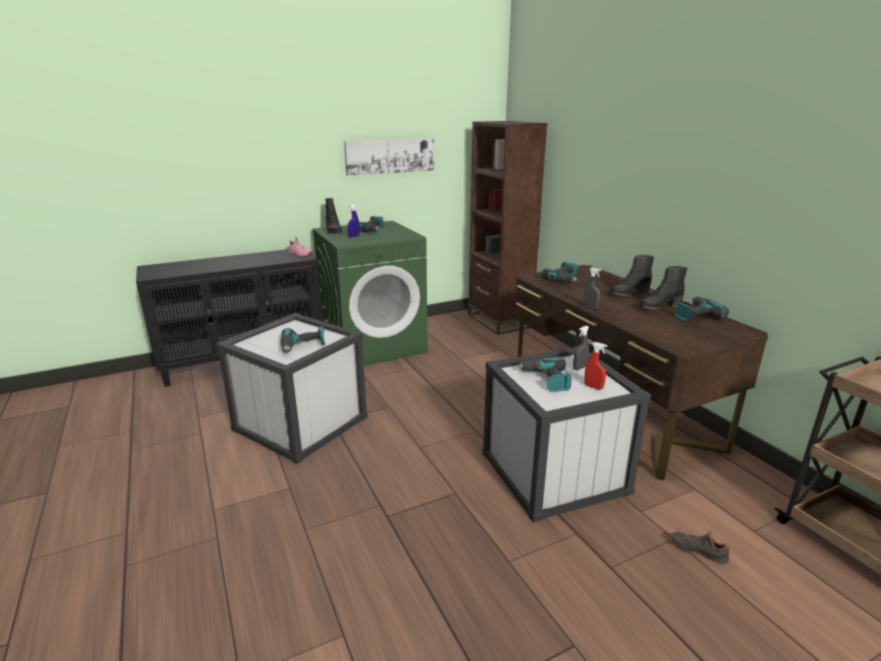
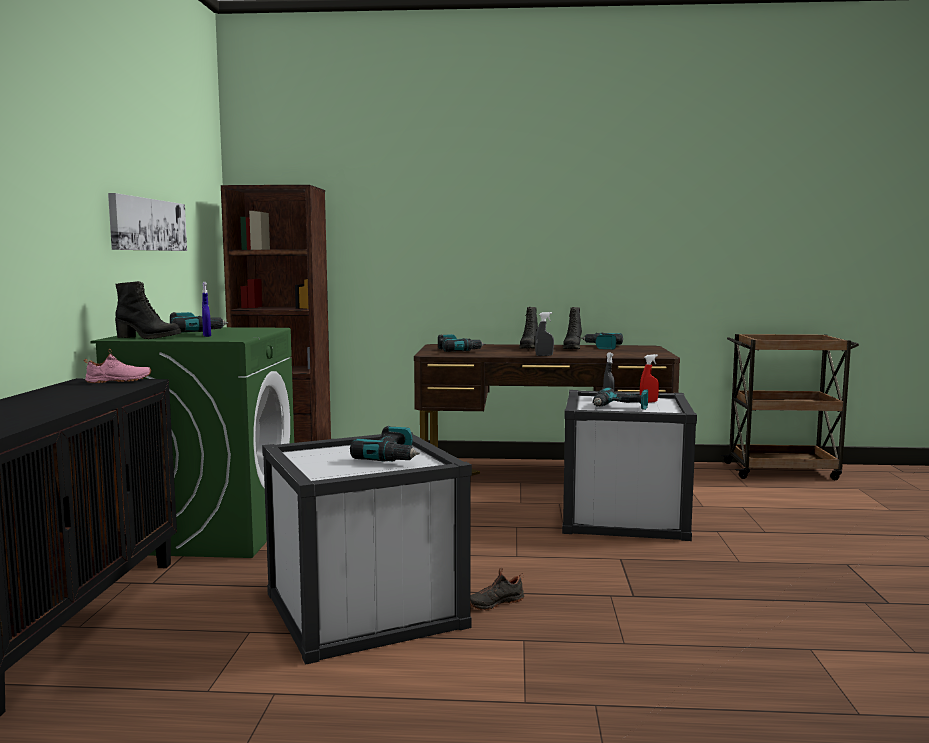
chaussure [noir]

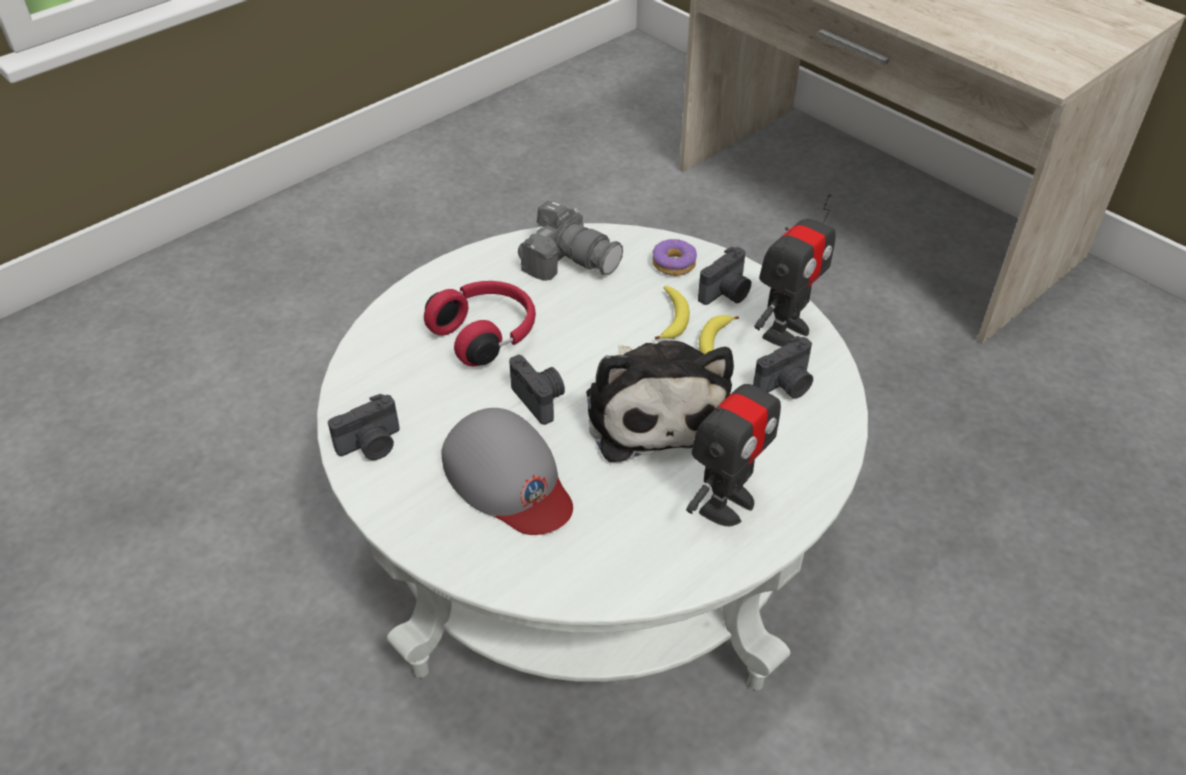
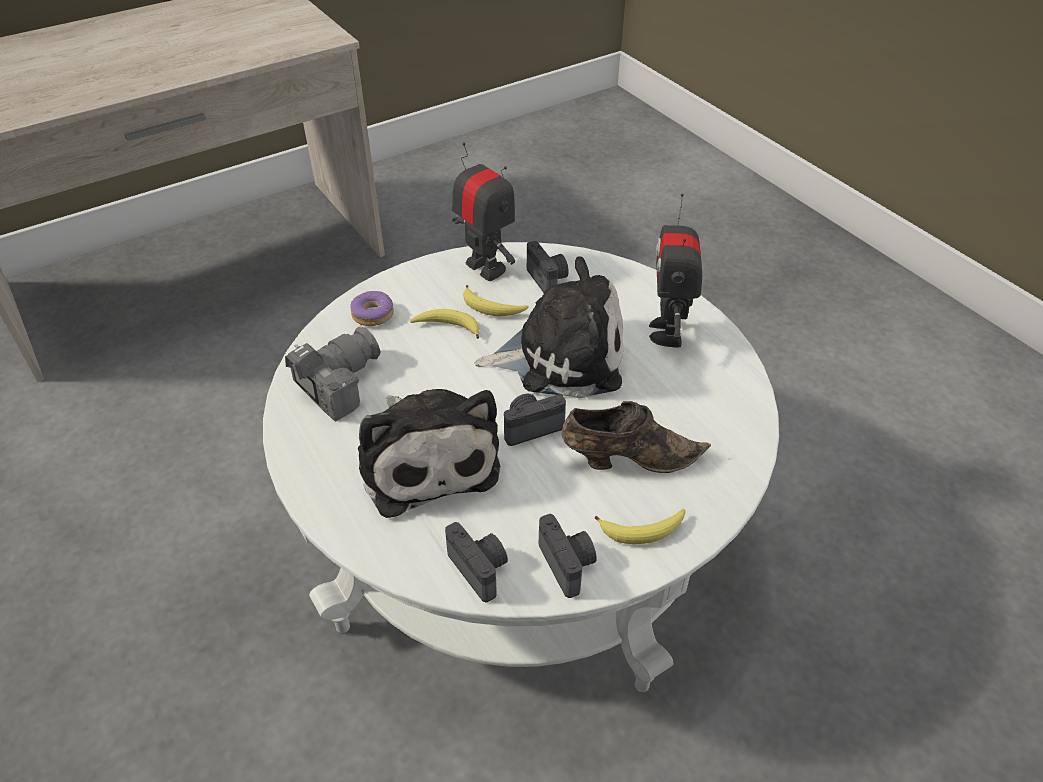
peluche (1st from left); chaussure [marron]; robot jouet (2nd from left); appareil photo (2nd from left); banane (3rd from left)

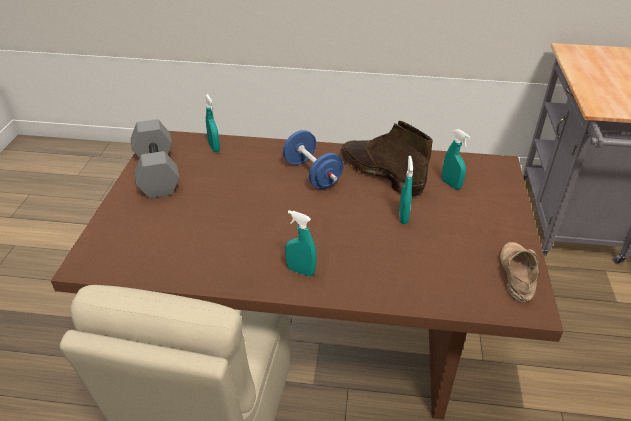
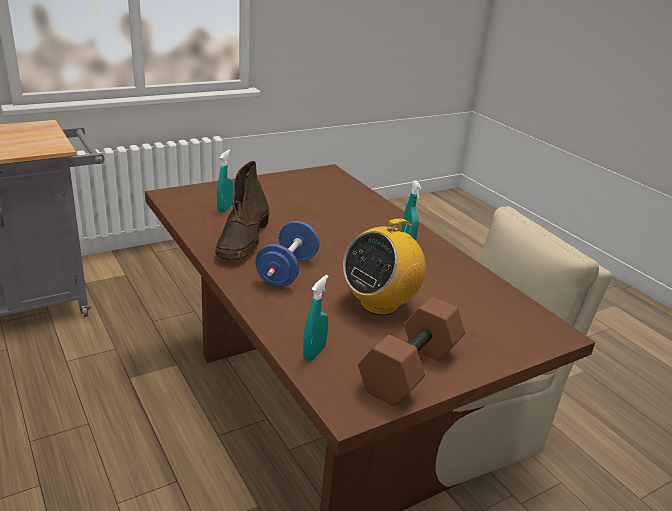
haltère [marron]; vaporisateur [turquoise] (3rd from left in the first image); chaussure [beige]; radio

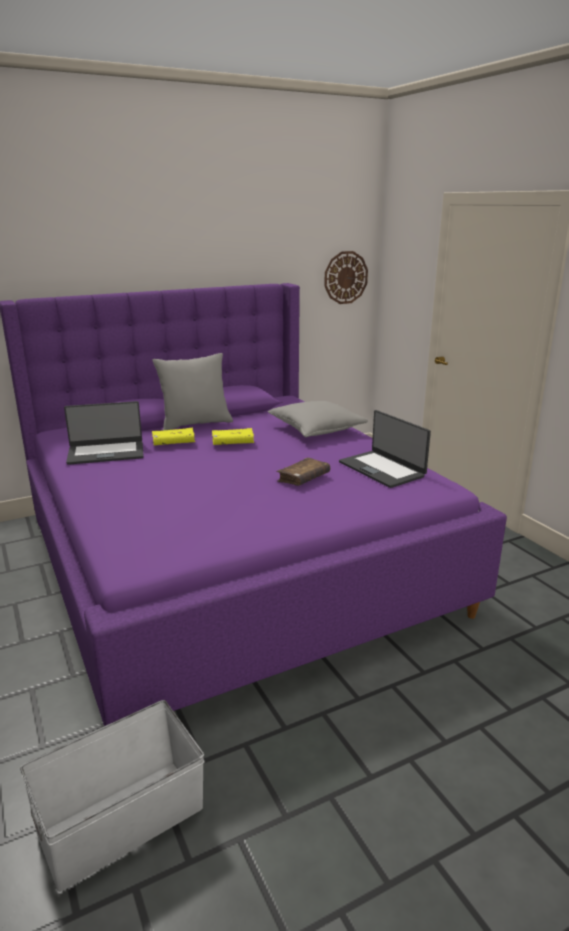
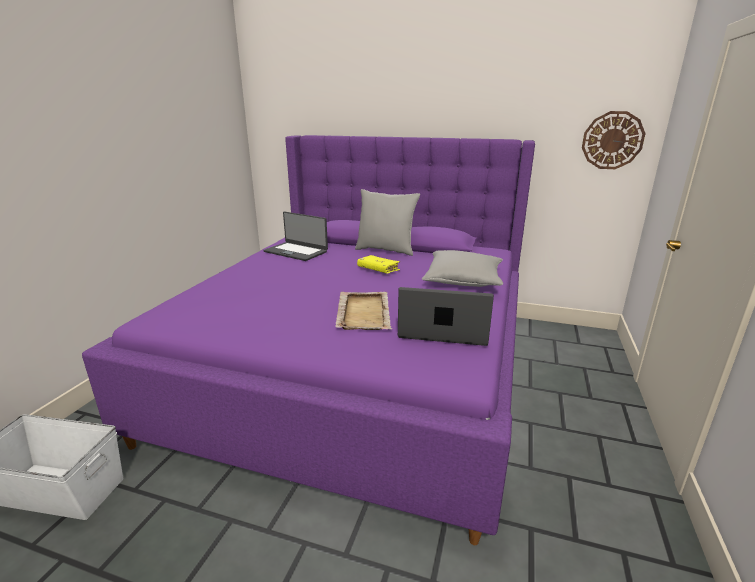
livre [jaune] (1st from left in the first image); plateau [beige]; ordinateur portable (2nd from left)

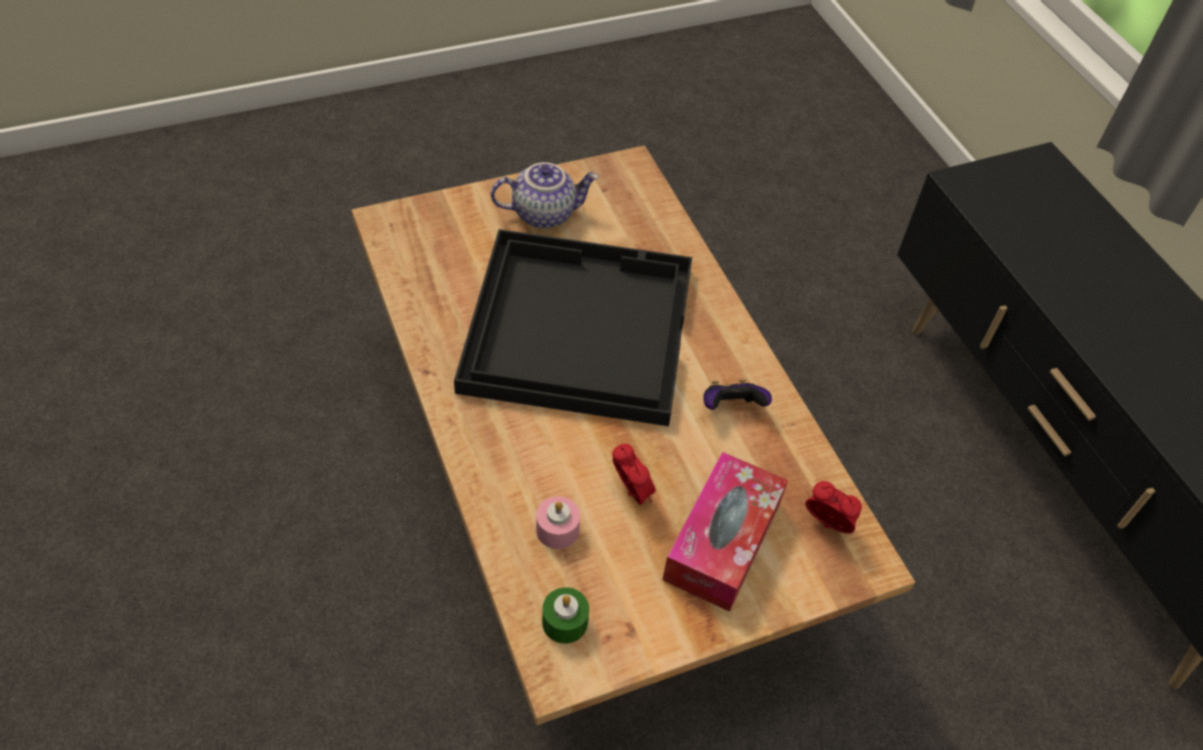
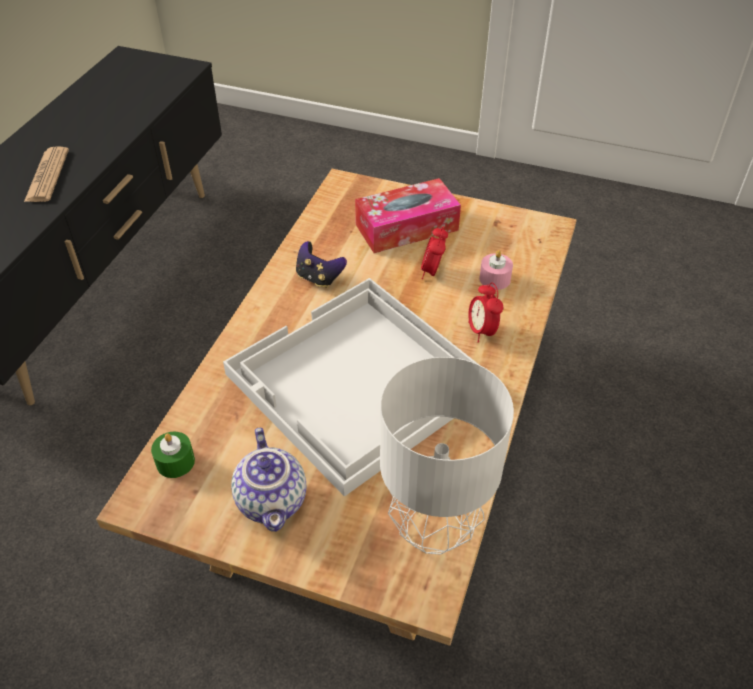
plateau [blanc]; théière; bougie [vert]; réveil (2nd from left); journal; lampe de table [gris]

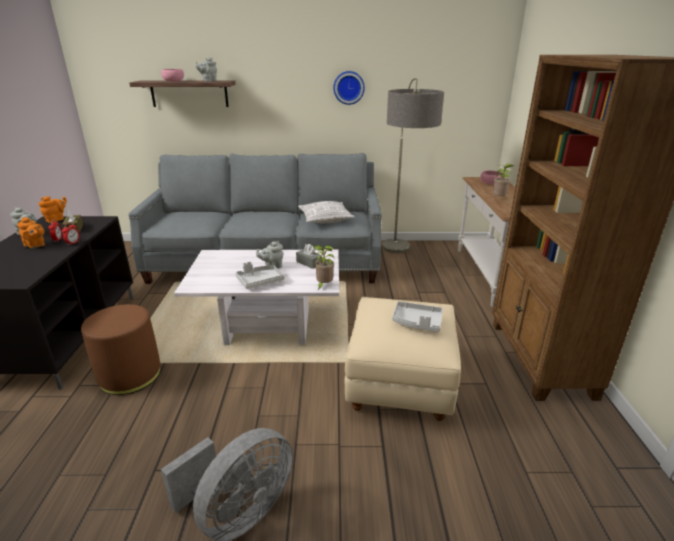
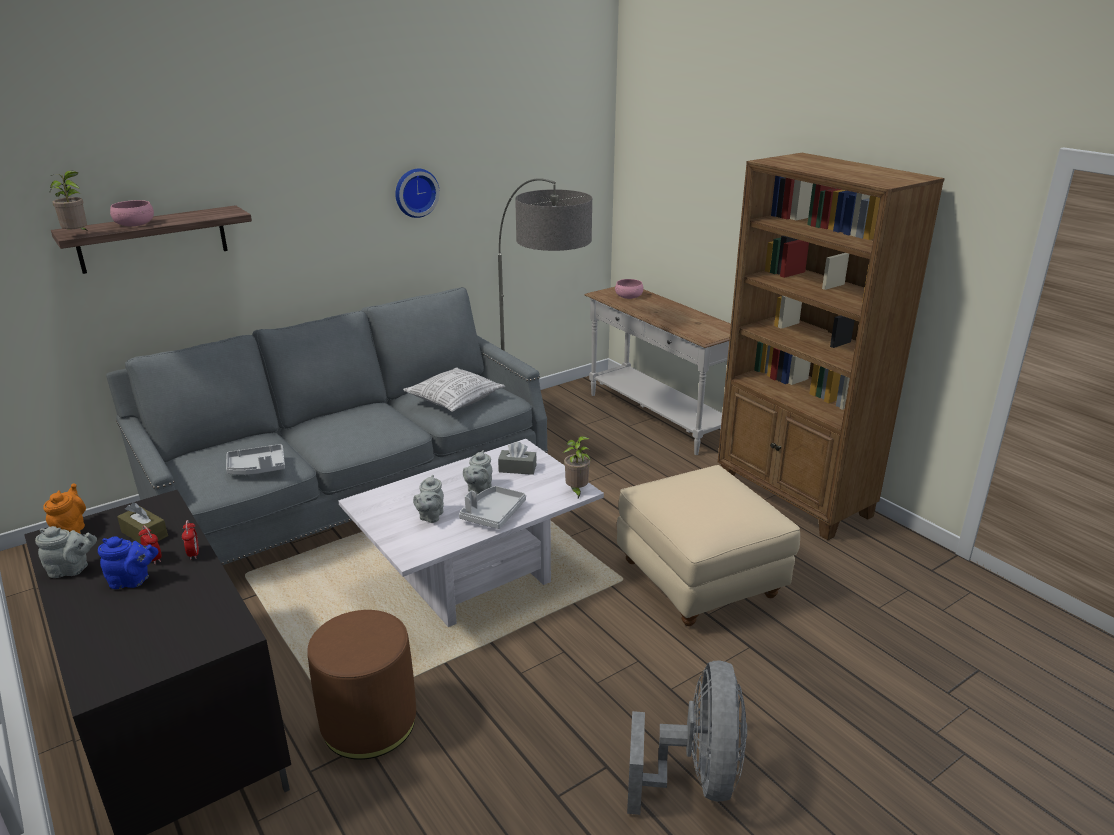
théière [bleu]; théière [gris] (2nd from left); plateau [gris] (1st from left); plante en pot (1st from left)

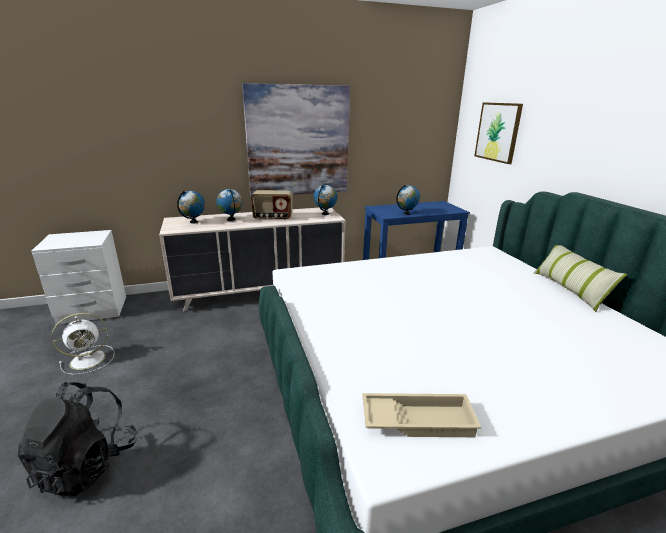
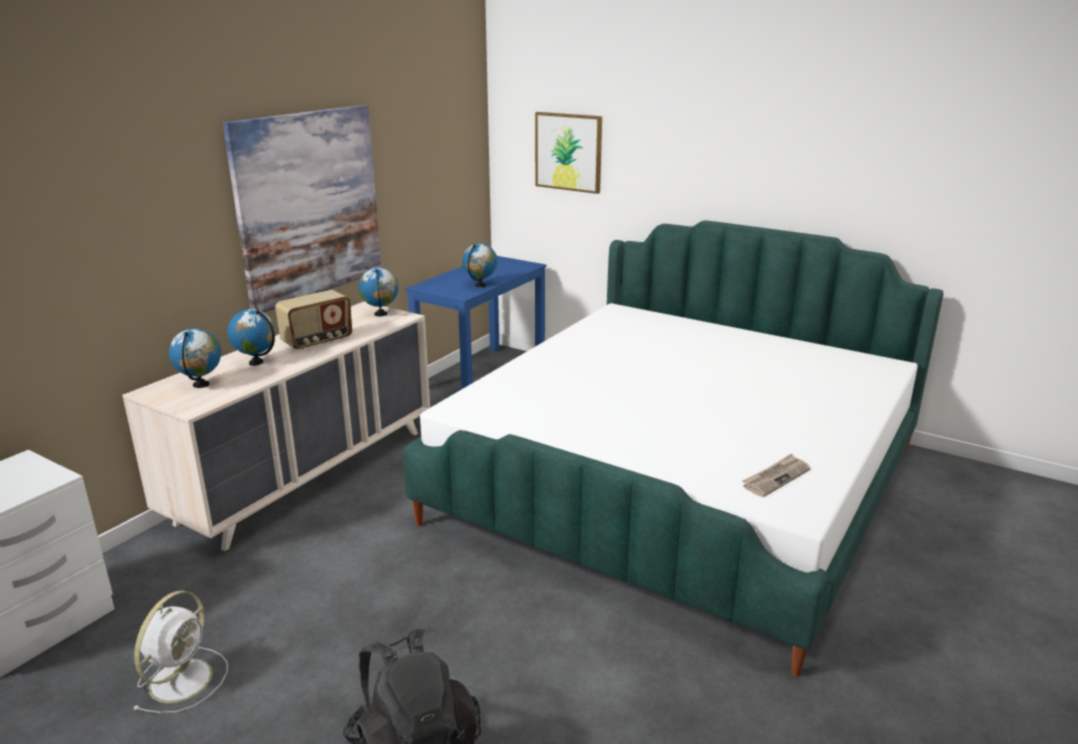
journal; coussin

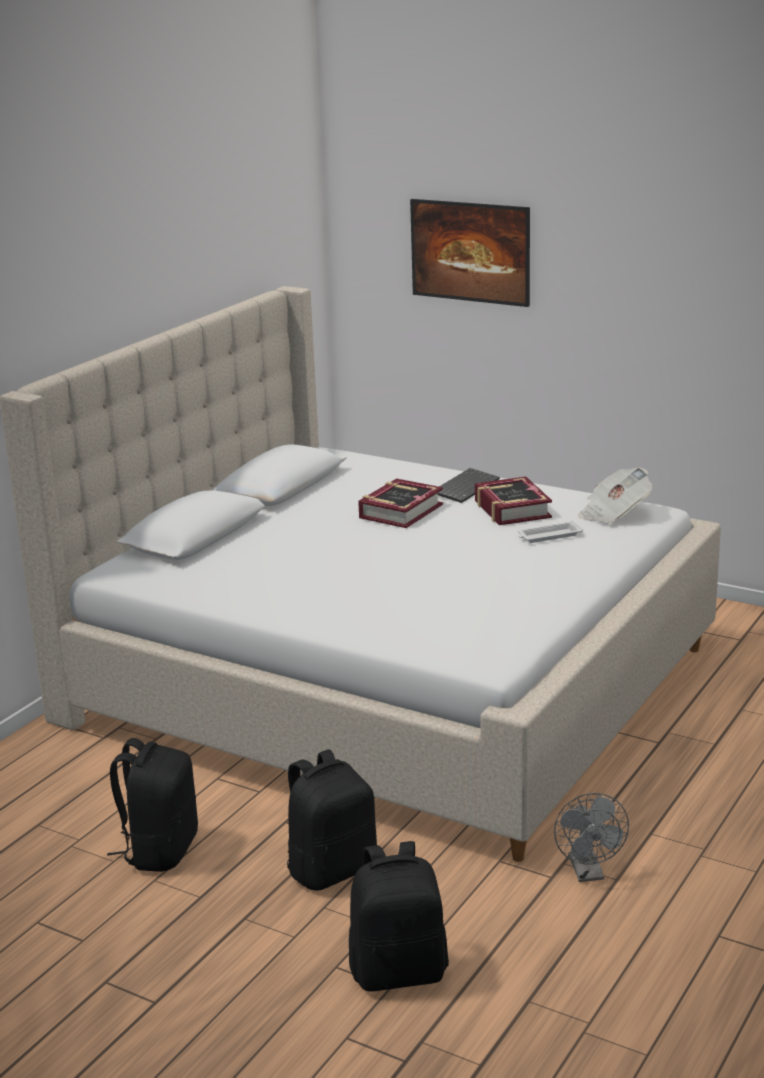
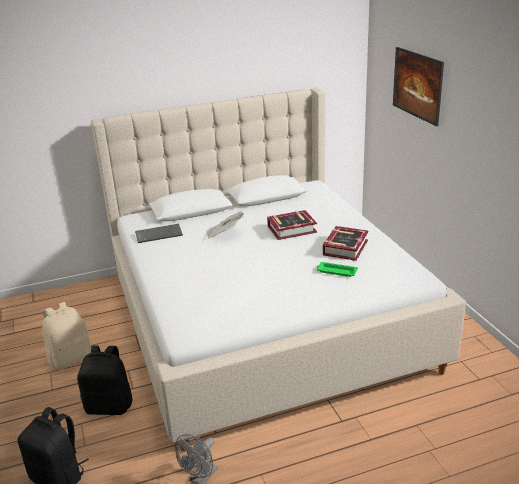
sac à dos [beige]; clavier; plateau [vert]; journal

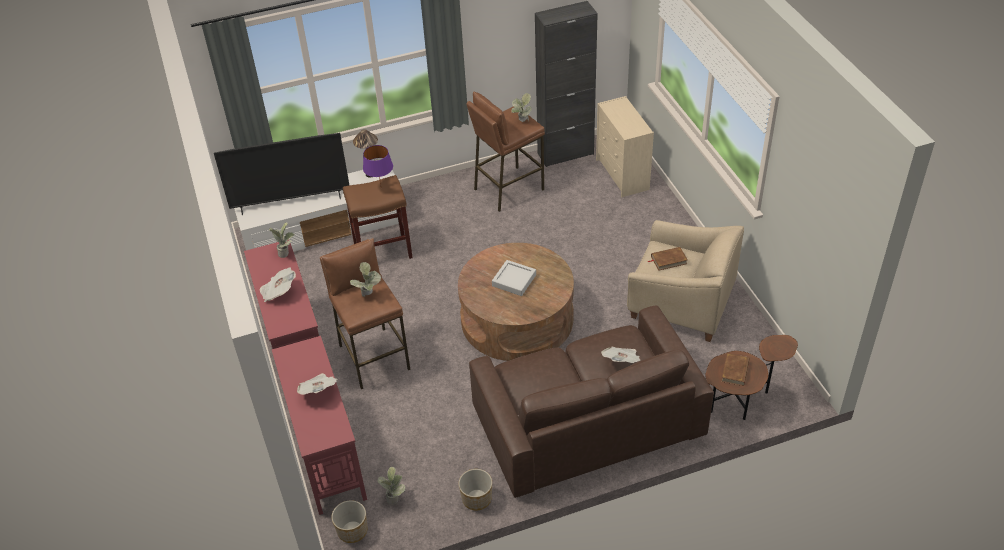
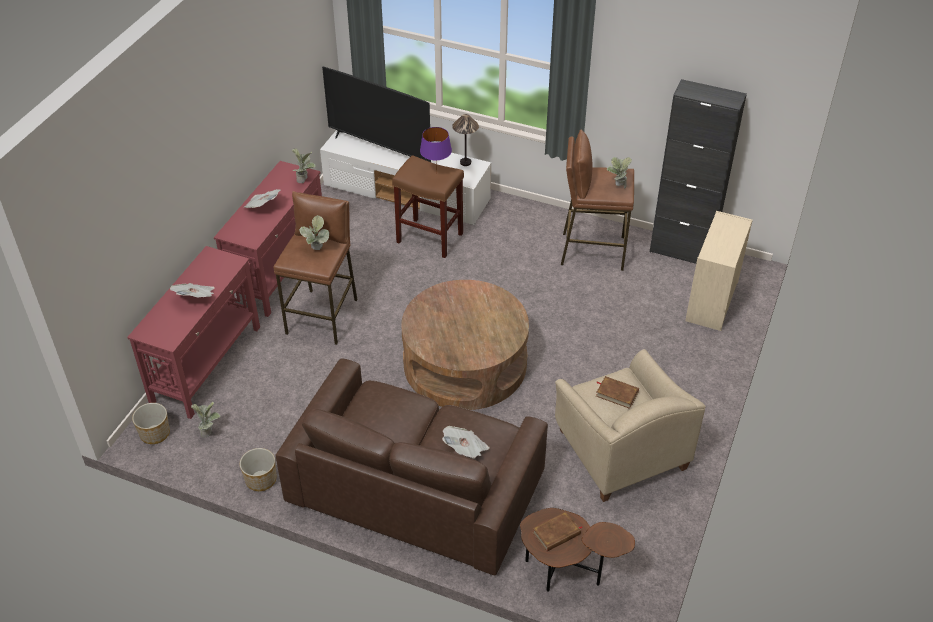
plateau [gris]

